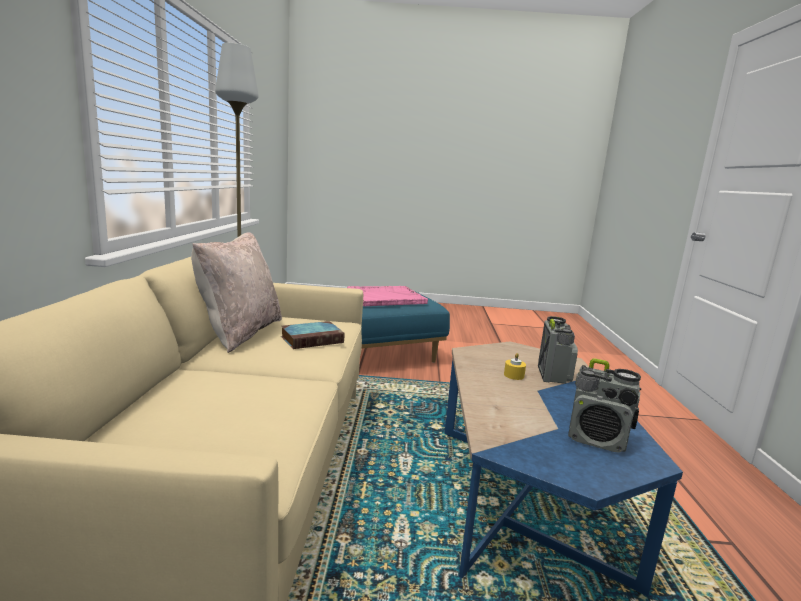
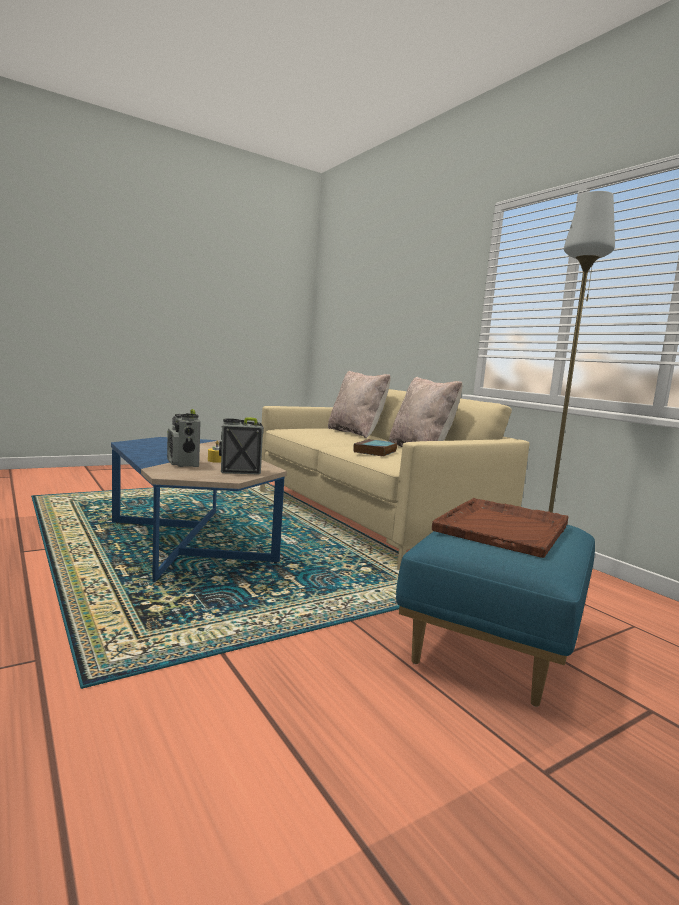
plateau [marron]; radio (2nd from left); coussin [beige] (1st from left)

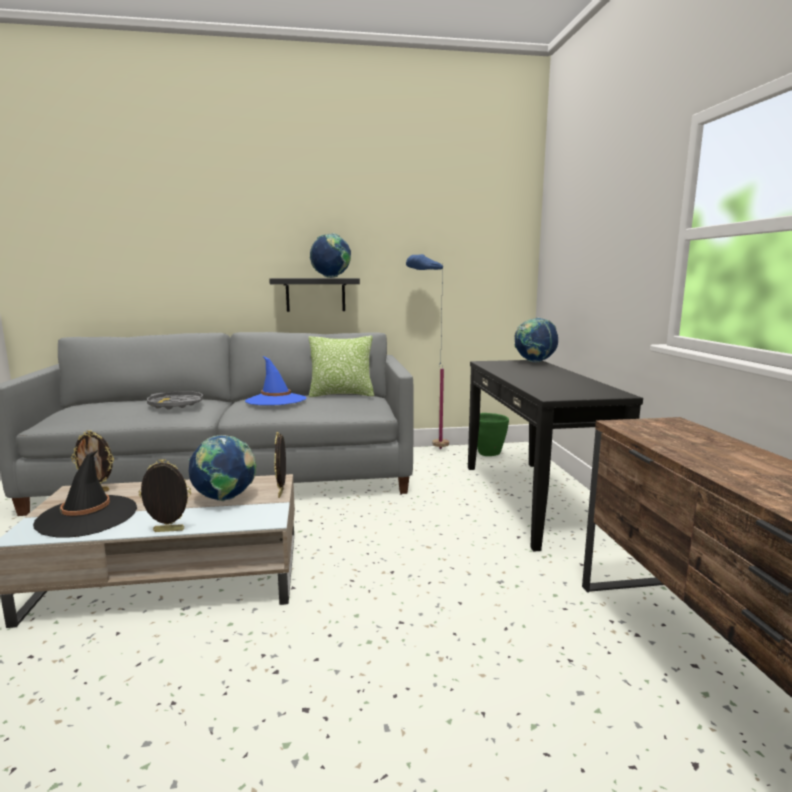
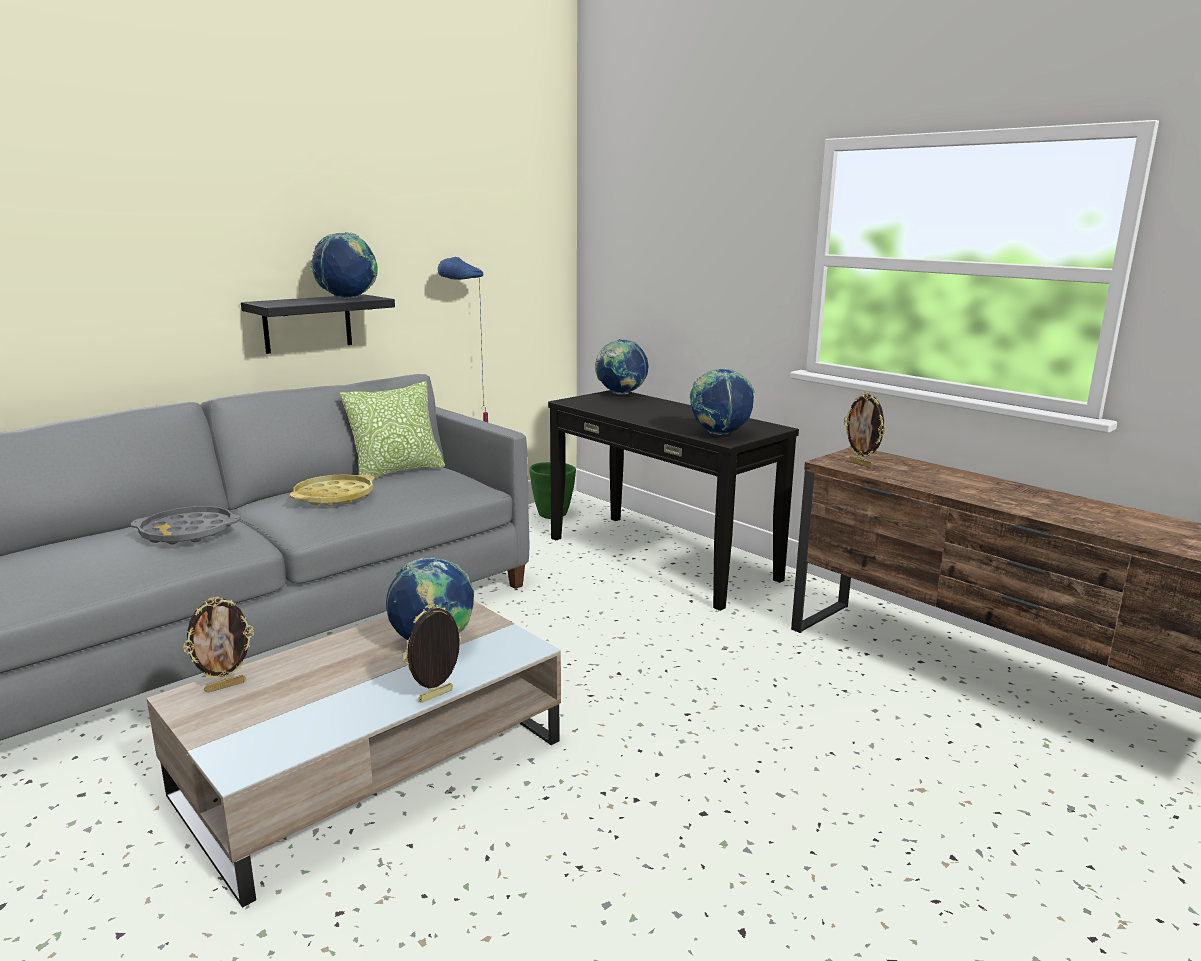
chapeau [noir]; plateau [jaune]; cadre photo (3rd from left); globe (4th from left)

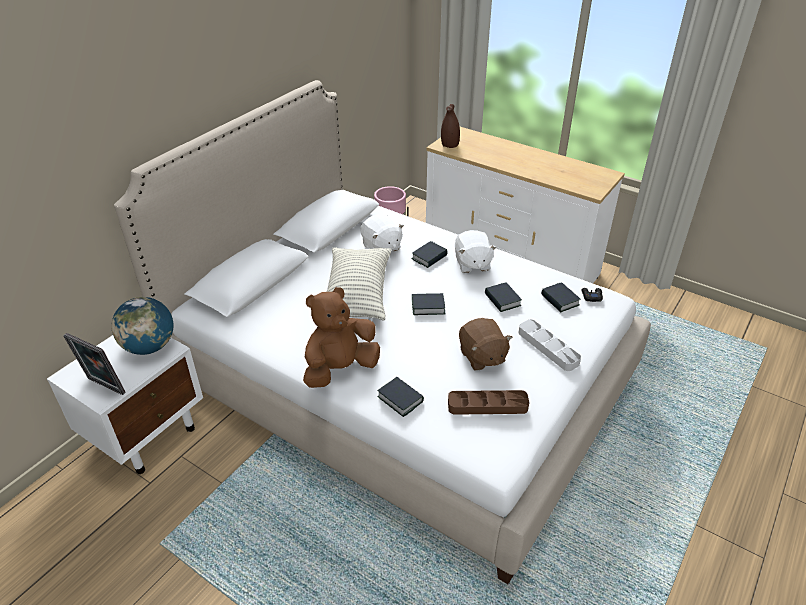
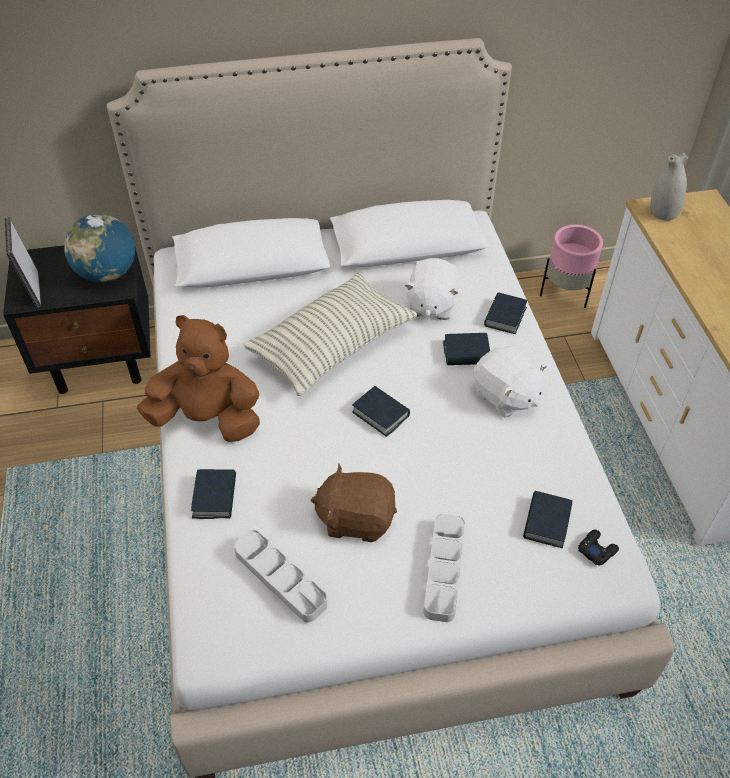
table de chevet [noir]; vase [blanc]; plateau [gris] (1st from left); peluche [blanc] (2nd from left); peluche [marron] (2nd from left); livre (4th from left)

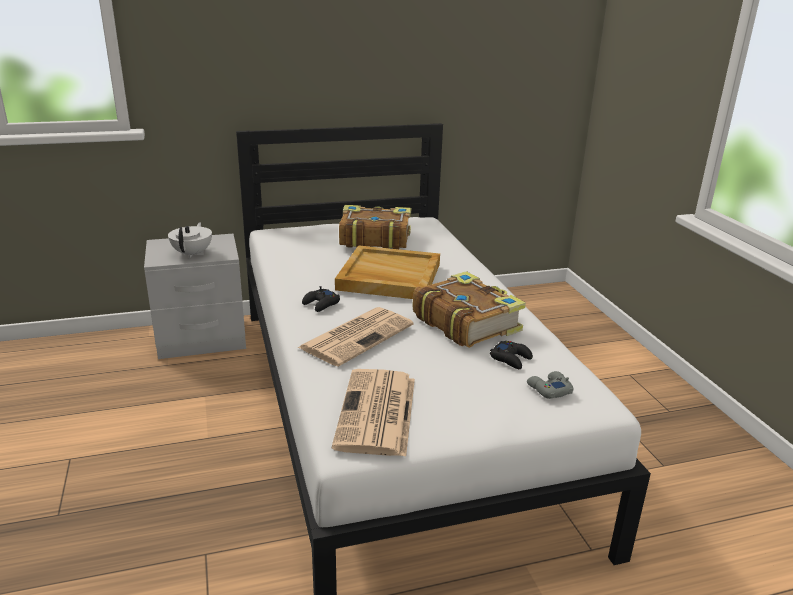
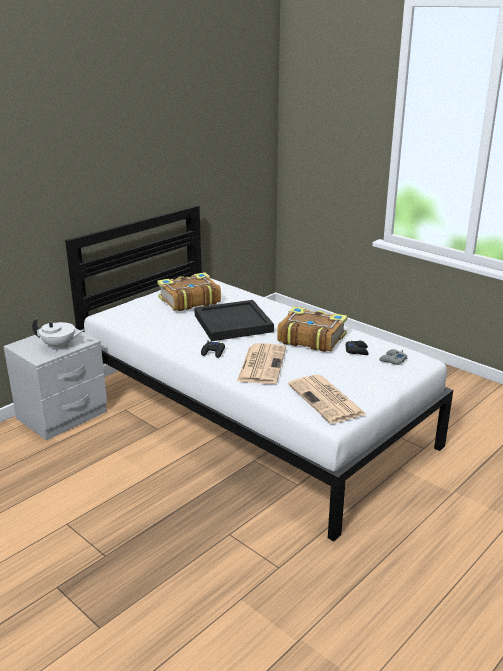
théière [blanc]; plateau [noir]

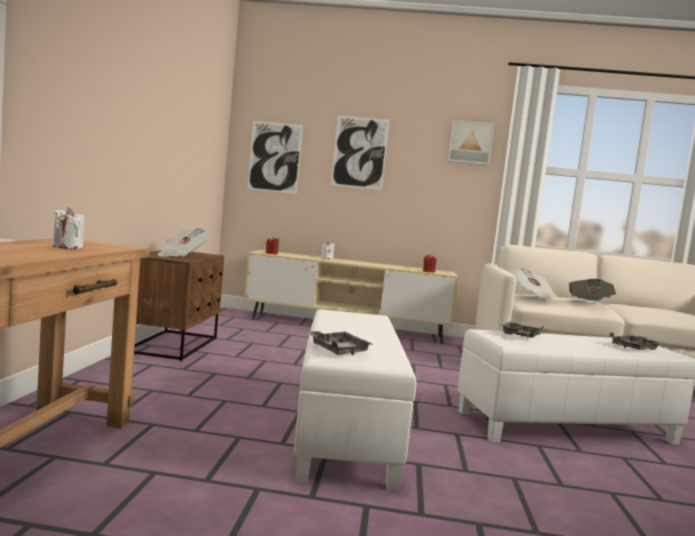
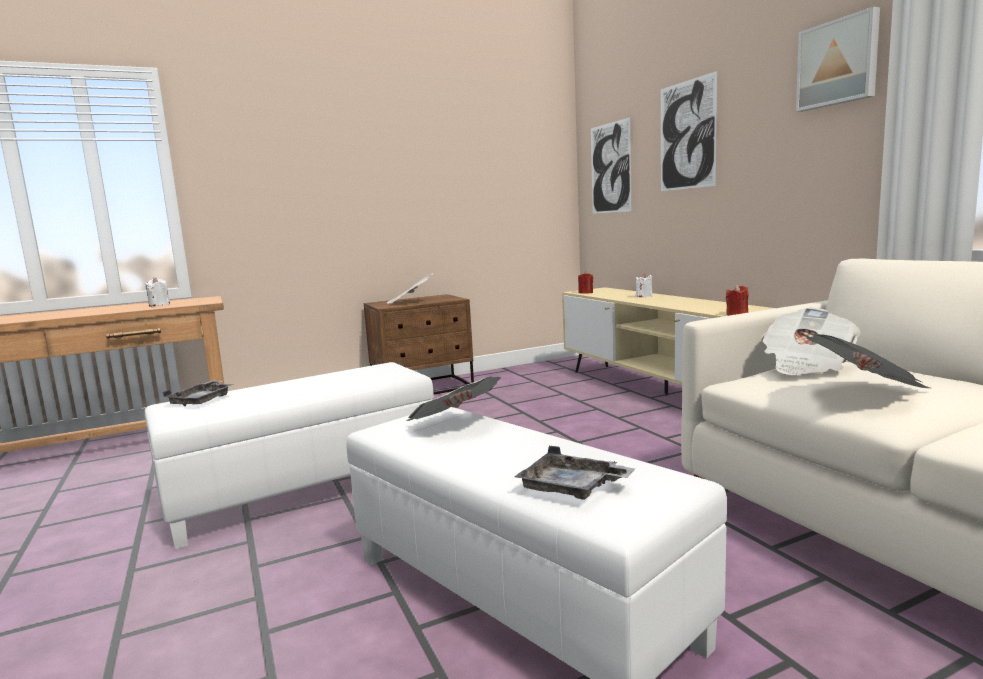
journal (2nd from left)

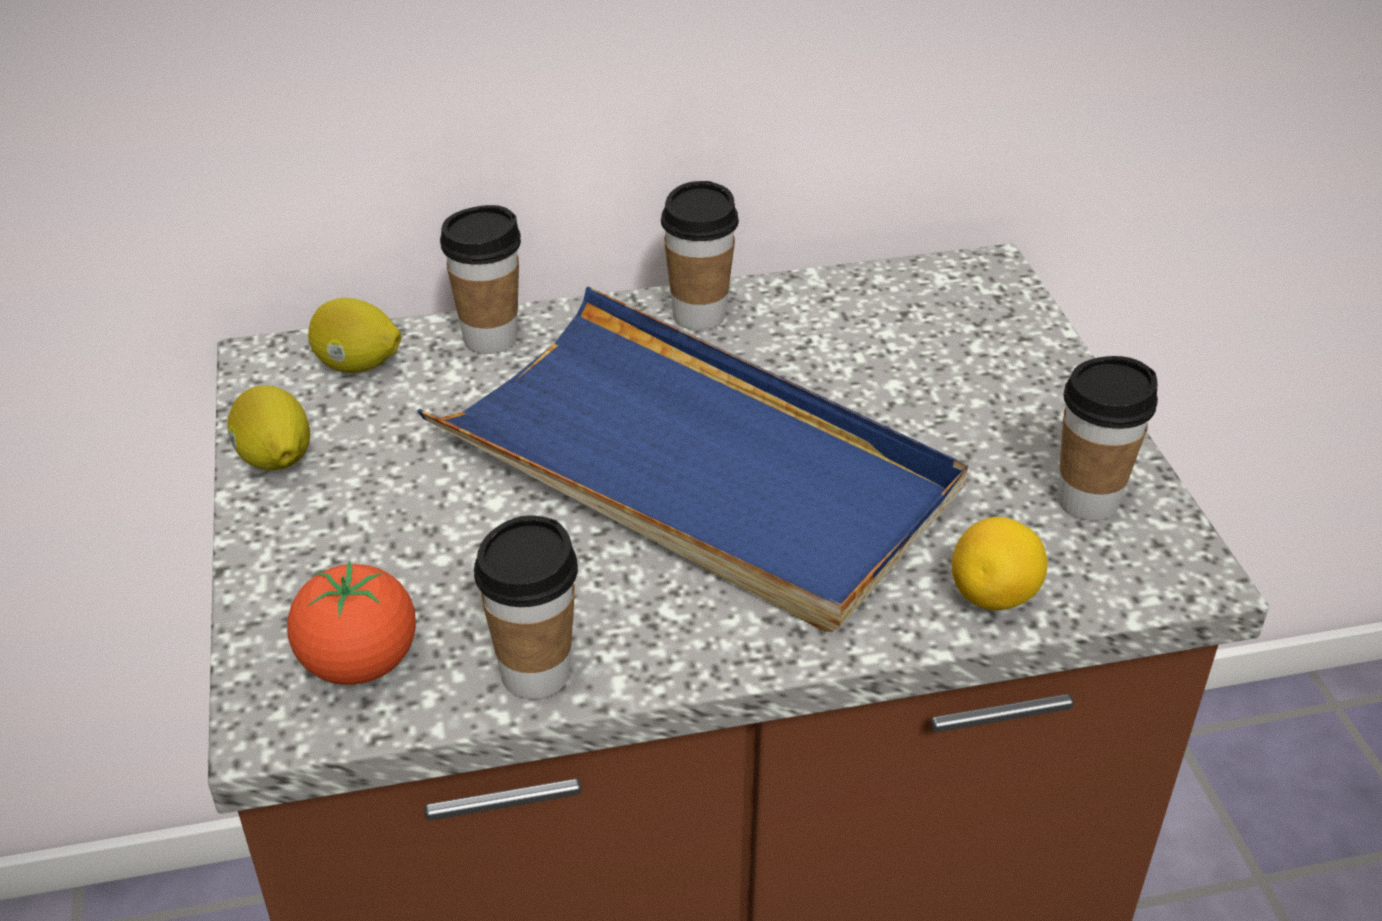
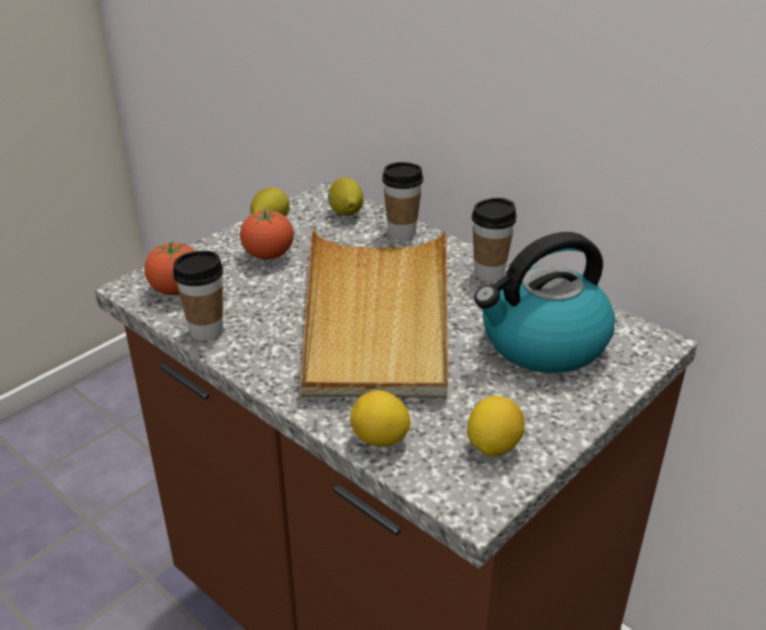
plateau [beige]; citron (4th from left); tomate (2nd from left); bouilloire

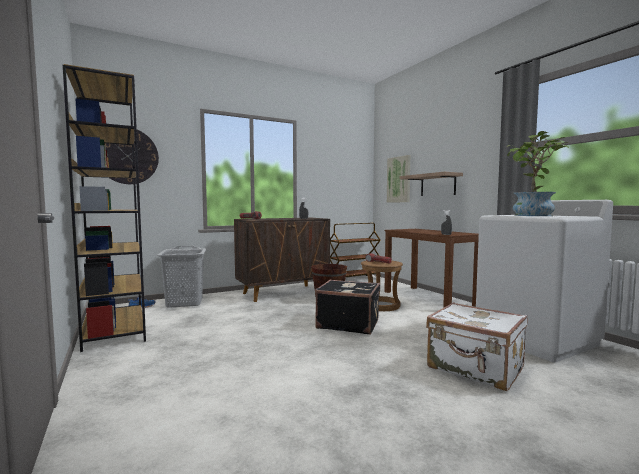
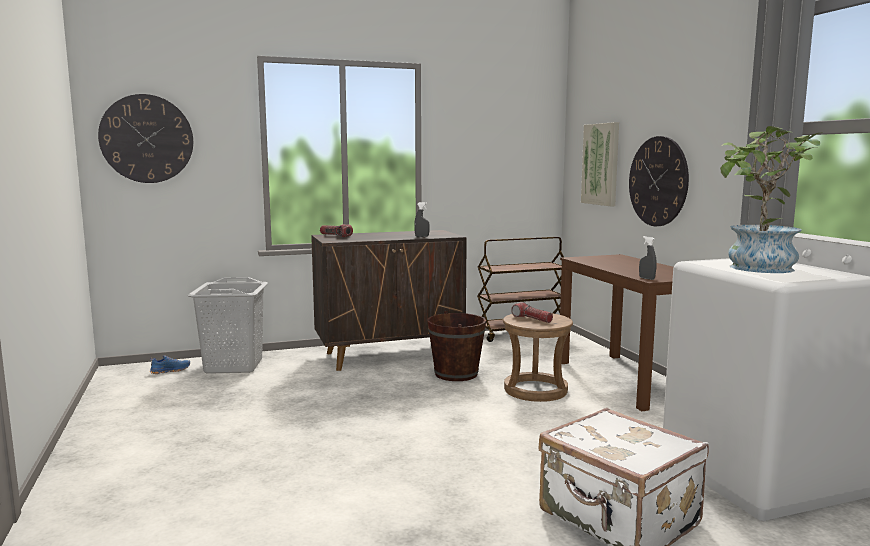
bibliothèque [marron]; valise [noir]; horloge murale (2nd from left)

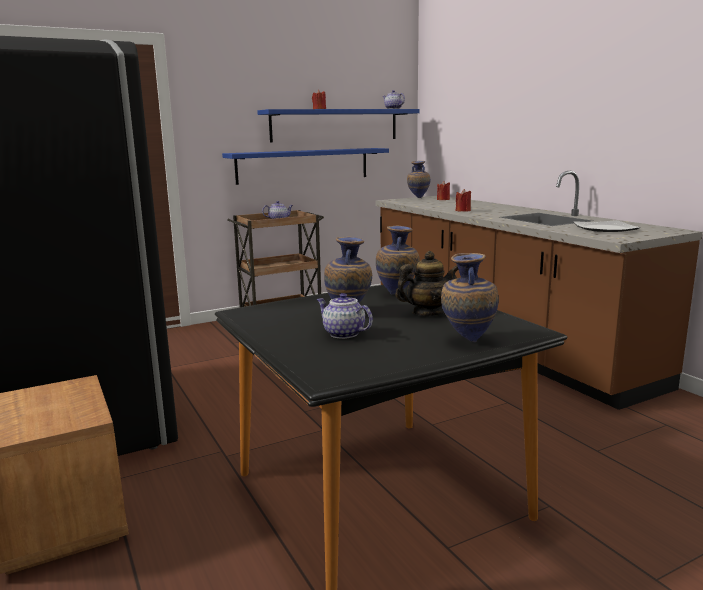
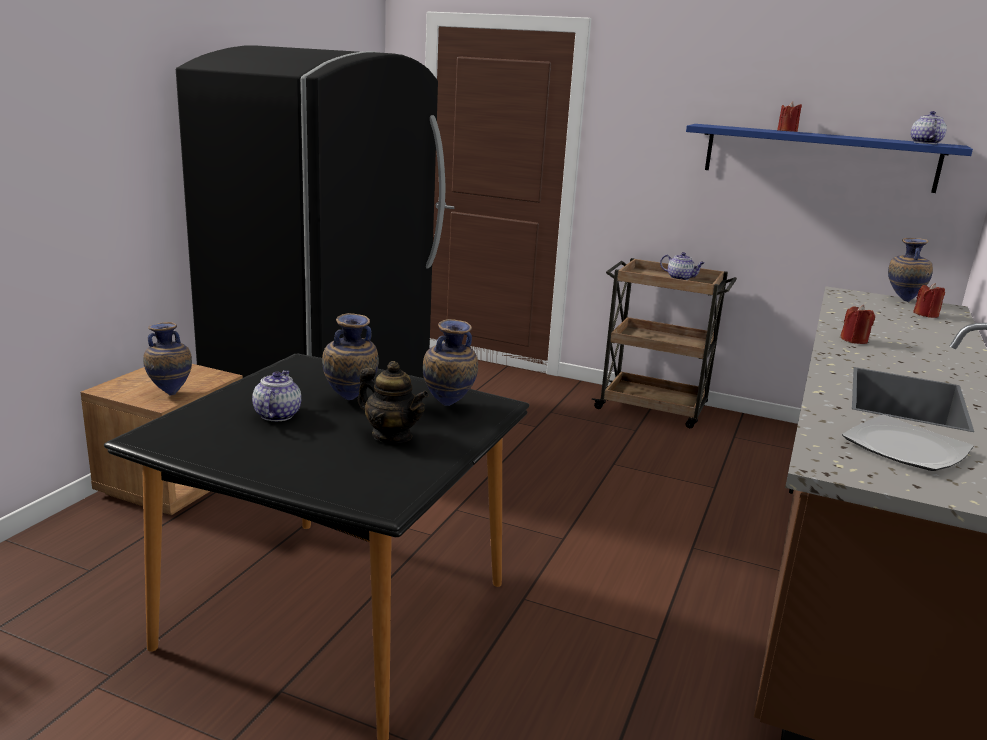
étagère [bleu] (1st from left in the first image); vase (1st from left)

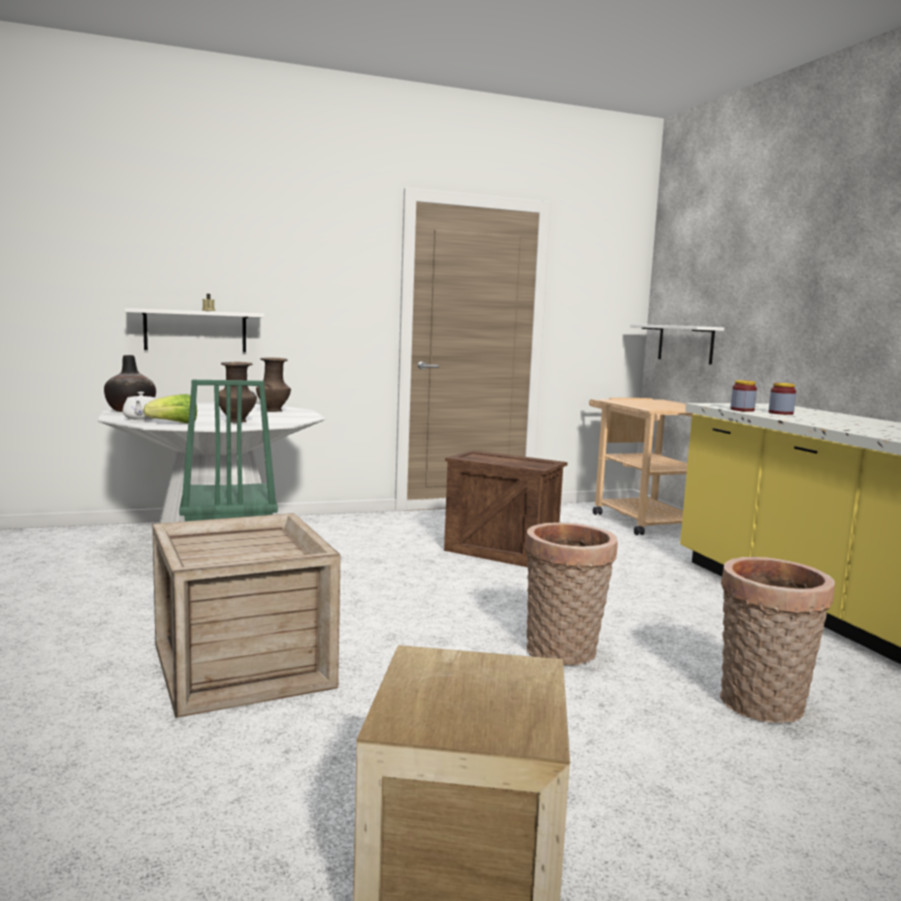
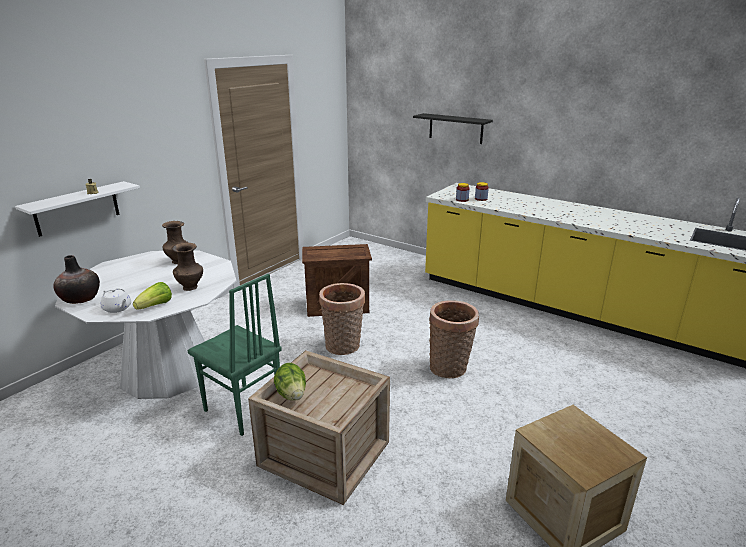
chariot [beige]; étagère [blanc] (2nd from left in the first image); panier (1st from left); laitue (2nd from left); étagère [noir]

